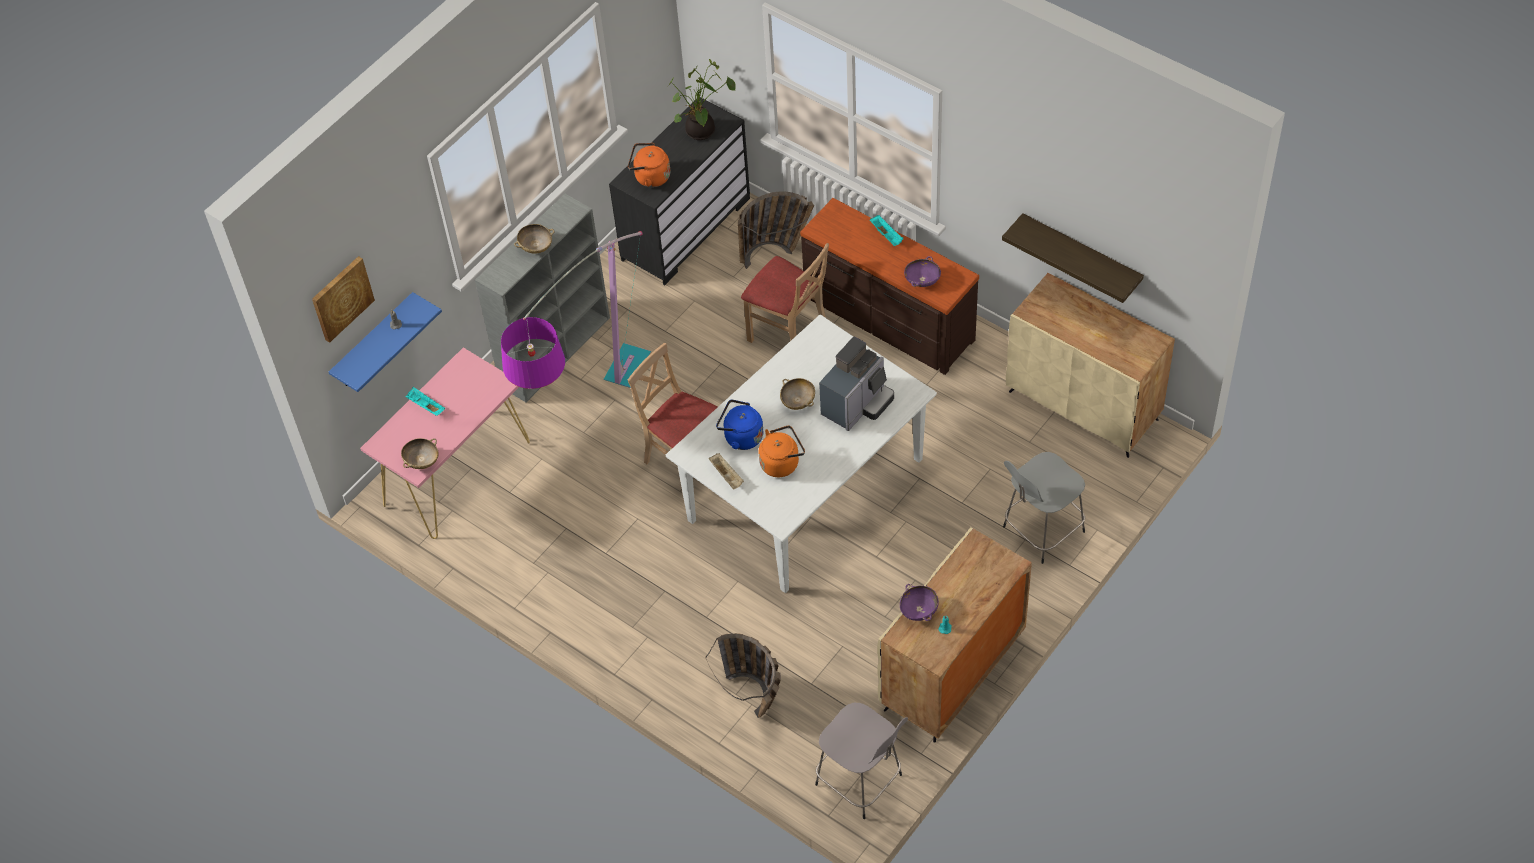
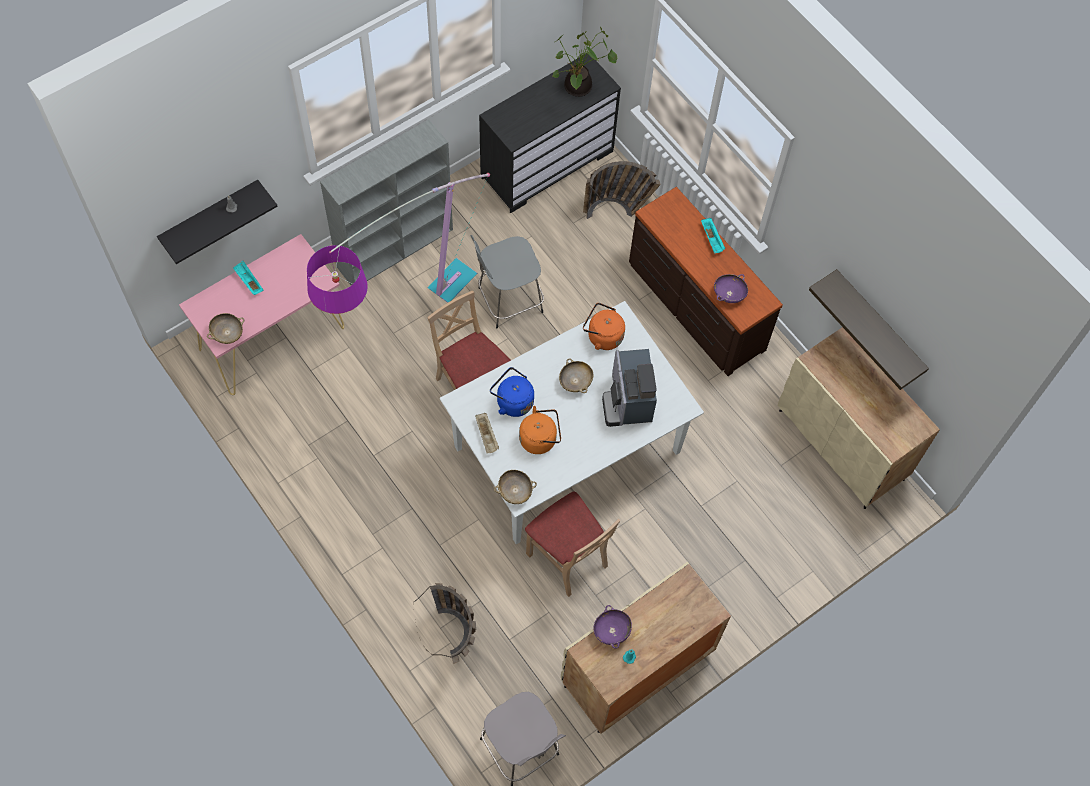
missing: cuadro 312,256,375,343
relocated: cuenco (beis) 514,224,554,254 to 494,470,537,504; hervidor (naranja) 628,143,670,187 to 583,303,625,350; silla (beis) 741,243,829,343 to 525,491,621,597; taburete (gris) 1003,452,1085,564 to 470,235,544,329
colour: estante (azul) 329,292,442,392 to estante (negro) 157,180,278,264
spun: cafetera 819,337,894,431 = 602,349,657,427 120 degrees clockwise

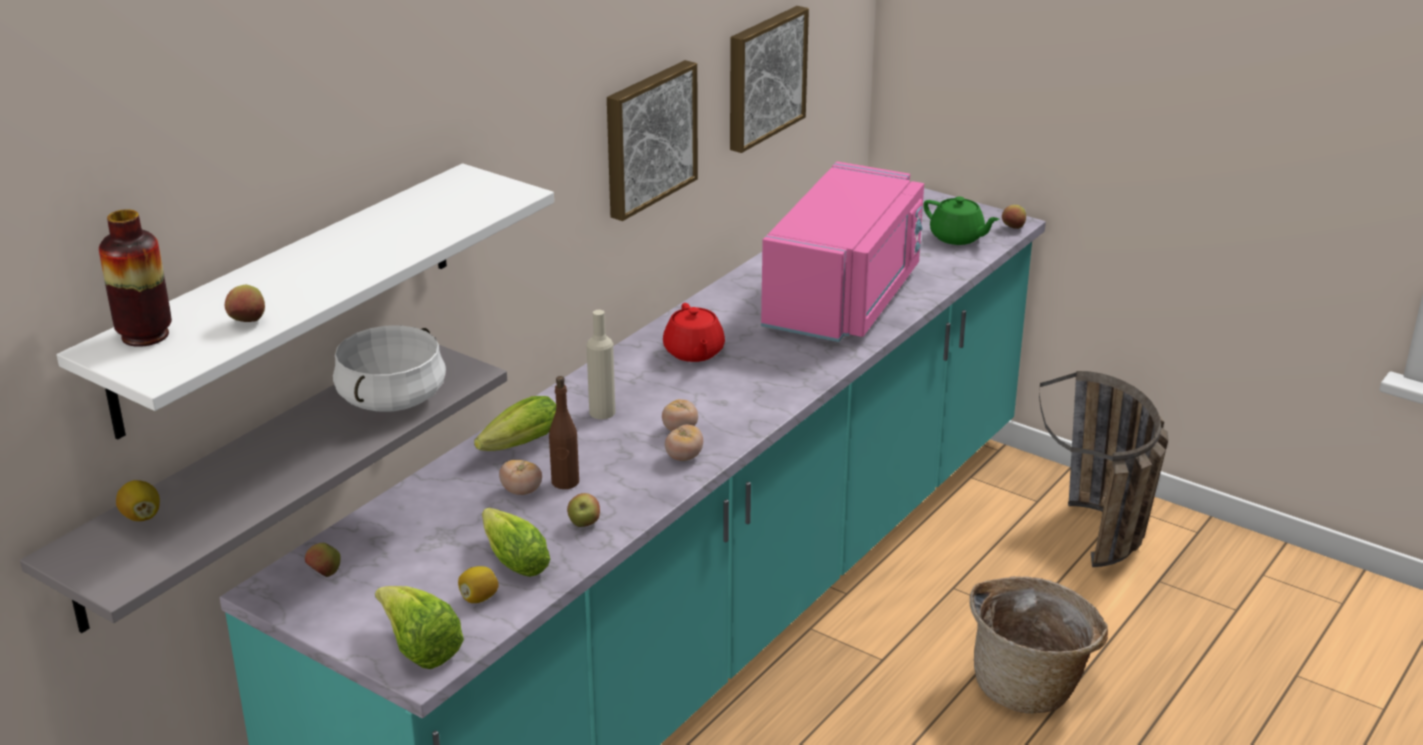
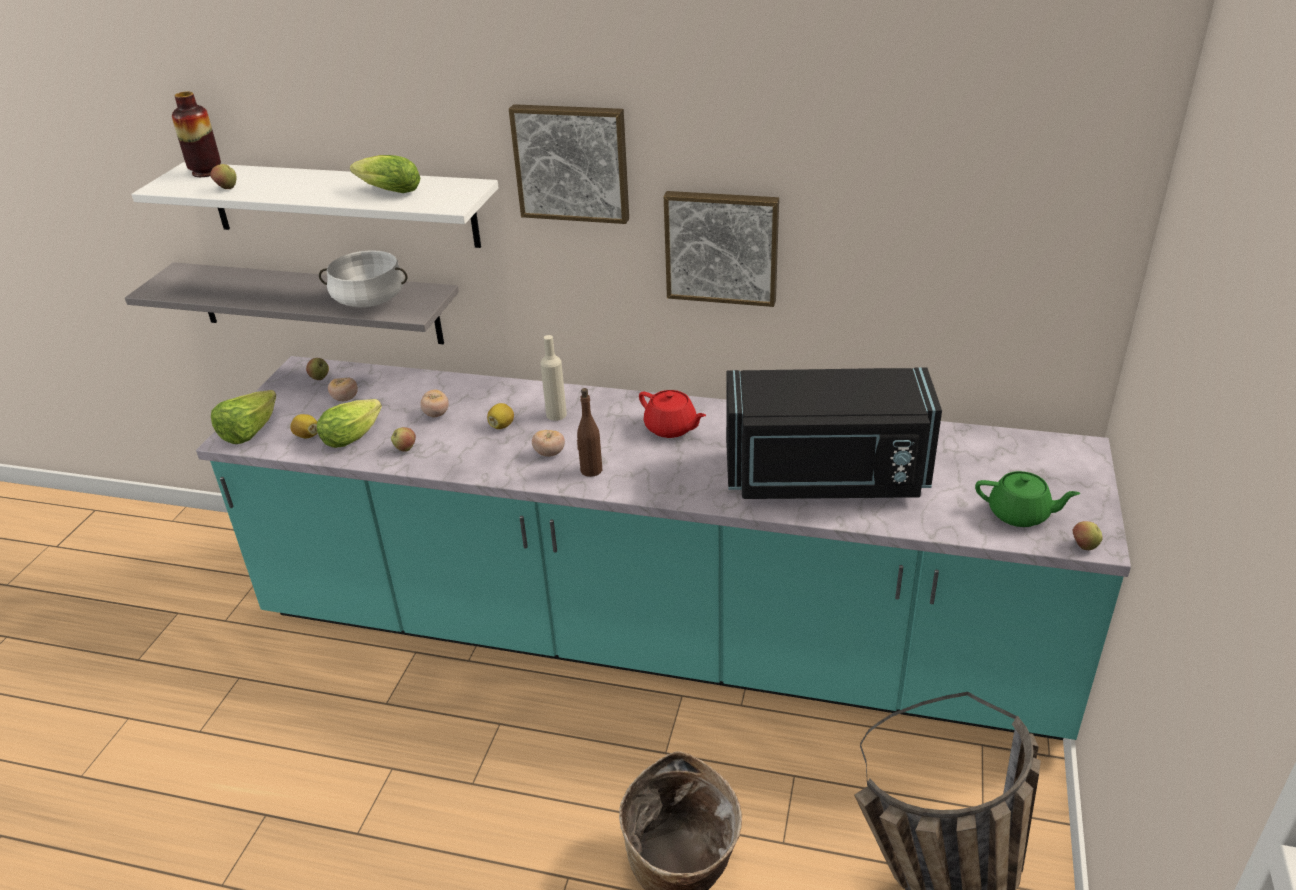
relocated: limón 116,480,160,521 to 487,403,514,429; lechuga 474,396,556,451 to 350,155,420,193; botella (marrón) 549,376,579,489 to 577,388,602,477; tomate 665,425,703,461 to 328,377,358,401; cuadro 730,6,809,153 to 509,104,629,224
colour: microondas (rosa) 761,161,924,342 to microondas (negro) 726,367,942,499
spun: tetera (rojo) 663,303,725,362 = 639,390,706,438 105 degrees counterclockwise; tetera (verde) 923,197,1000,245 = 975,471,1080,527 90 degrees counterclockwise

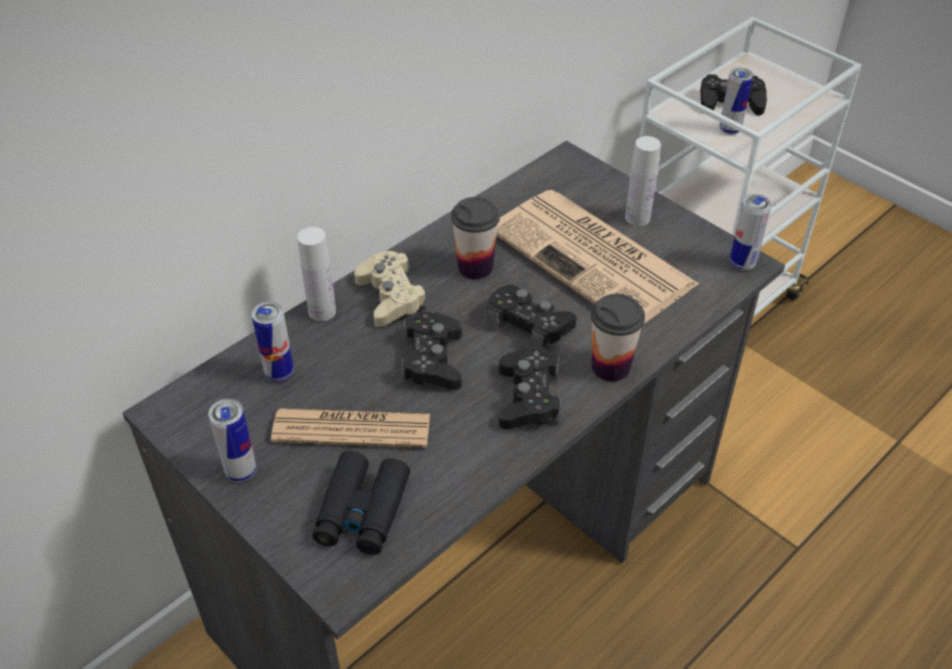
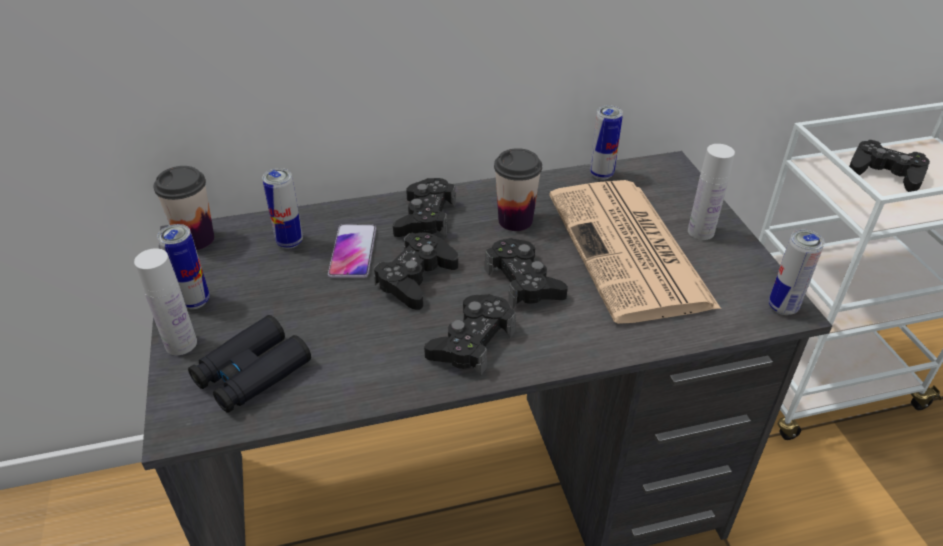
missing: periódico 271,408,430,448
appeared: móvil 328,224,376,278
relocated: botella (blanco) 297,227,336,321 to 134,248,197,355; taza 591,294,645,382 to 154,166,214,250; lata 719,68,753,135 to 590,105,623,180
colour: mando de consola (beis) 354,251,427,327 to mando de consola (negro) 393,178,456,238

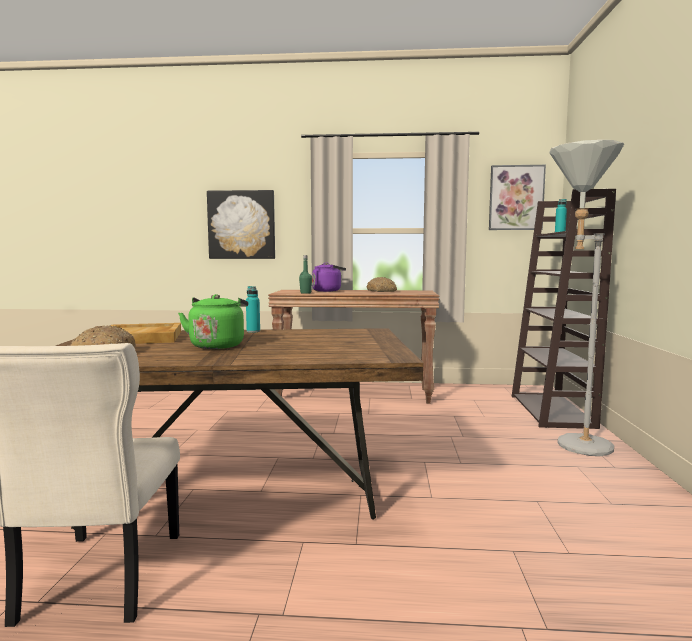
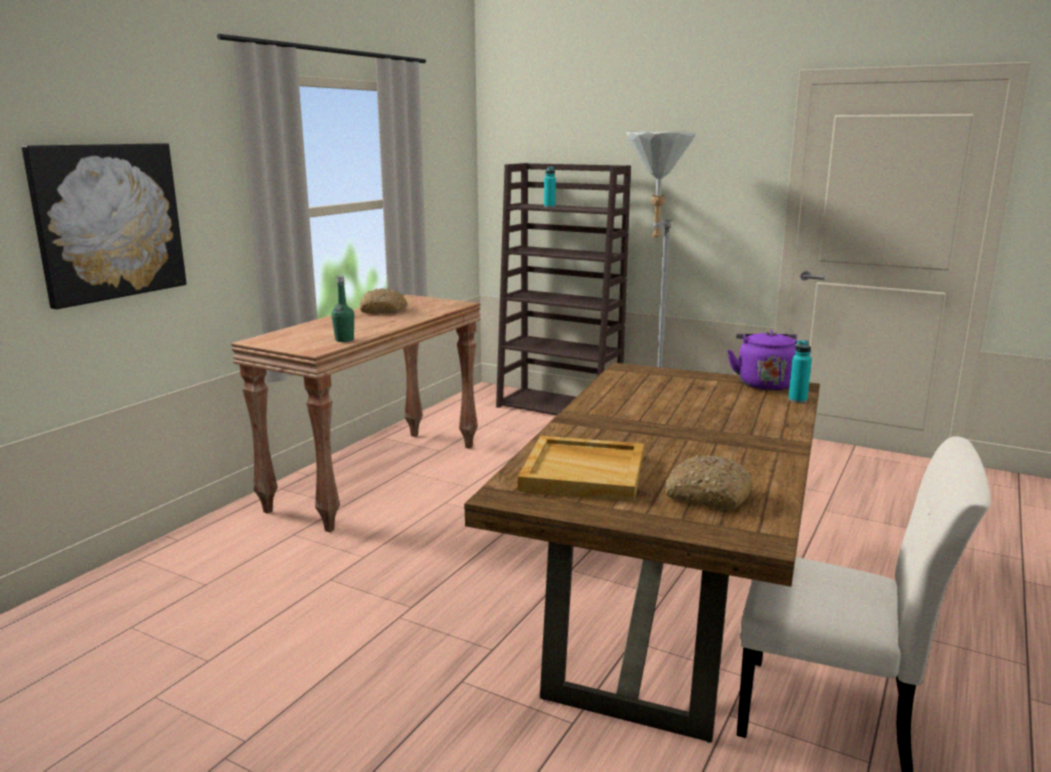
missing: hervidor (verde) 178,294,248,349; cuadro 489,165,546,230
relocated: botella (turquesa) 246,286,260,333 to 788,340,812,403; hervidor (morado) 312,262,346,292 to 727,331,797,391

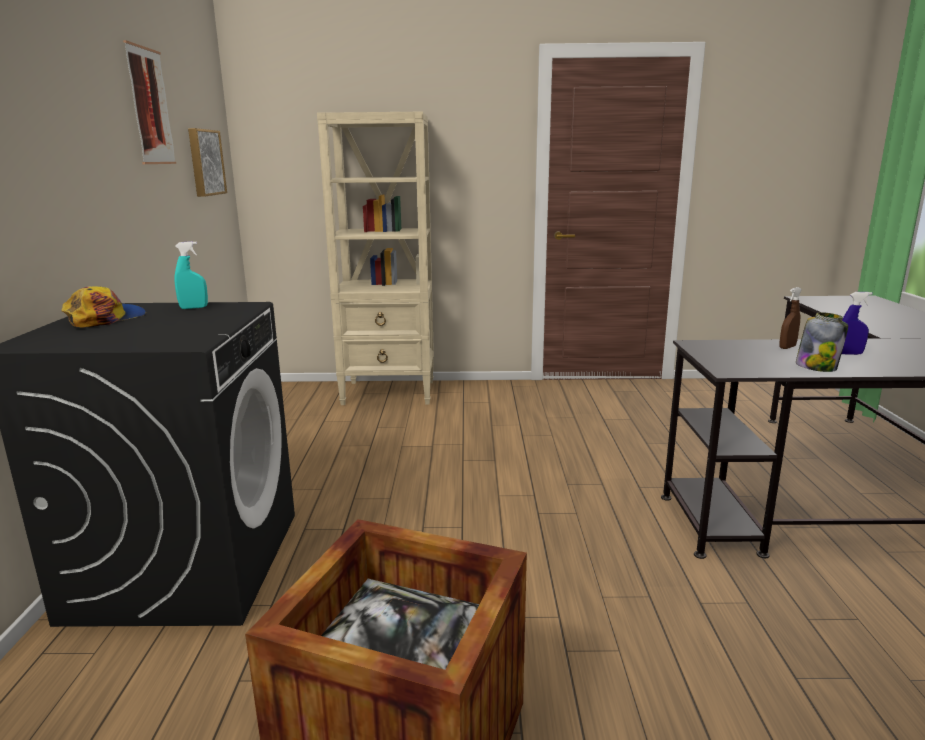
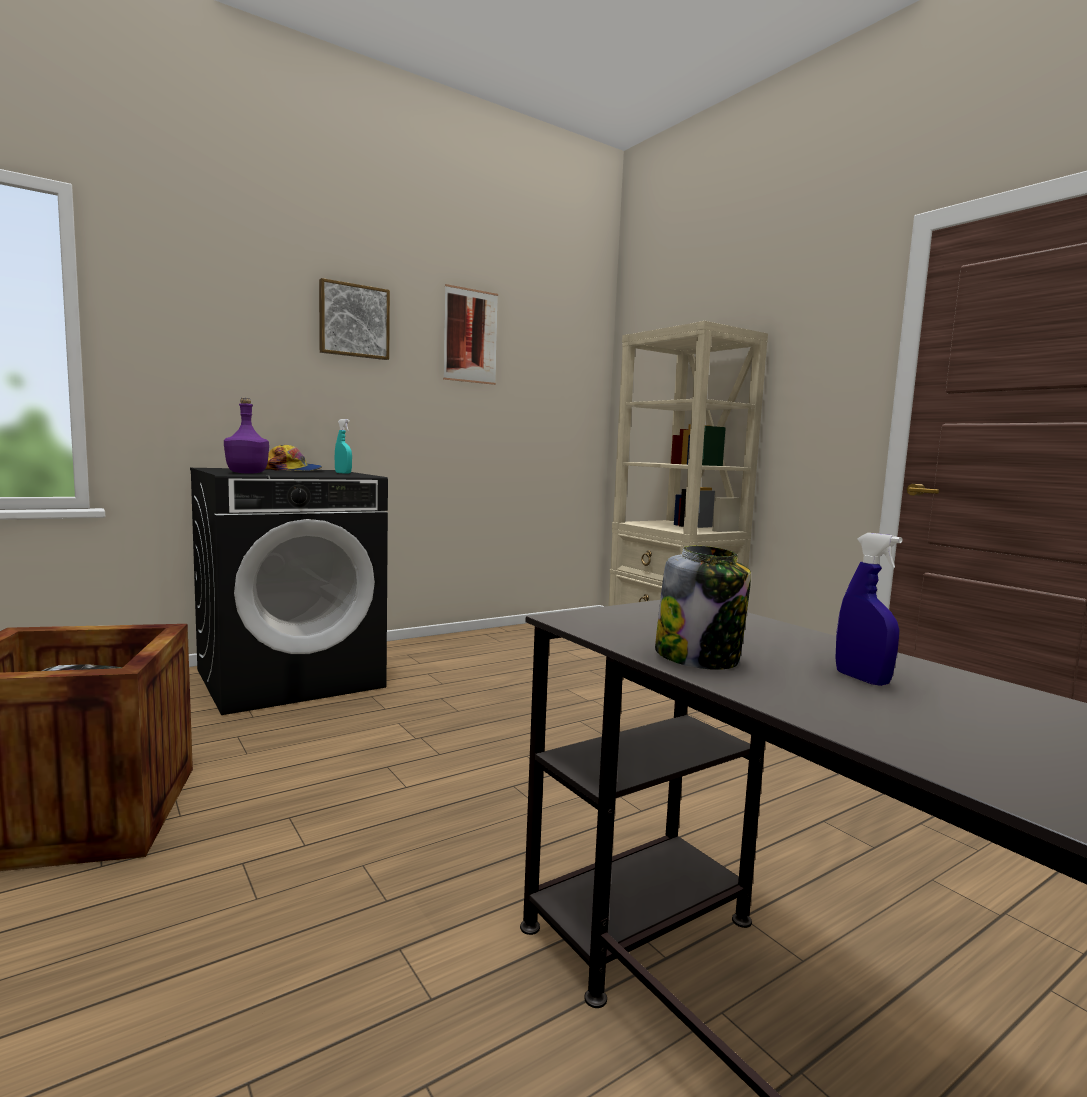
missing: pulverizador (marrón) 779,287,802,349
appeared: botella (morado) 224,398,269,474
relocated: cuadro 188,128,227,197 to 319,278,390,360

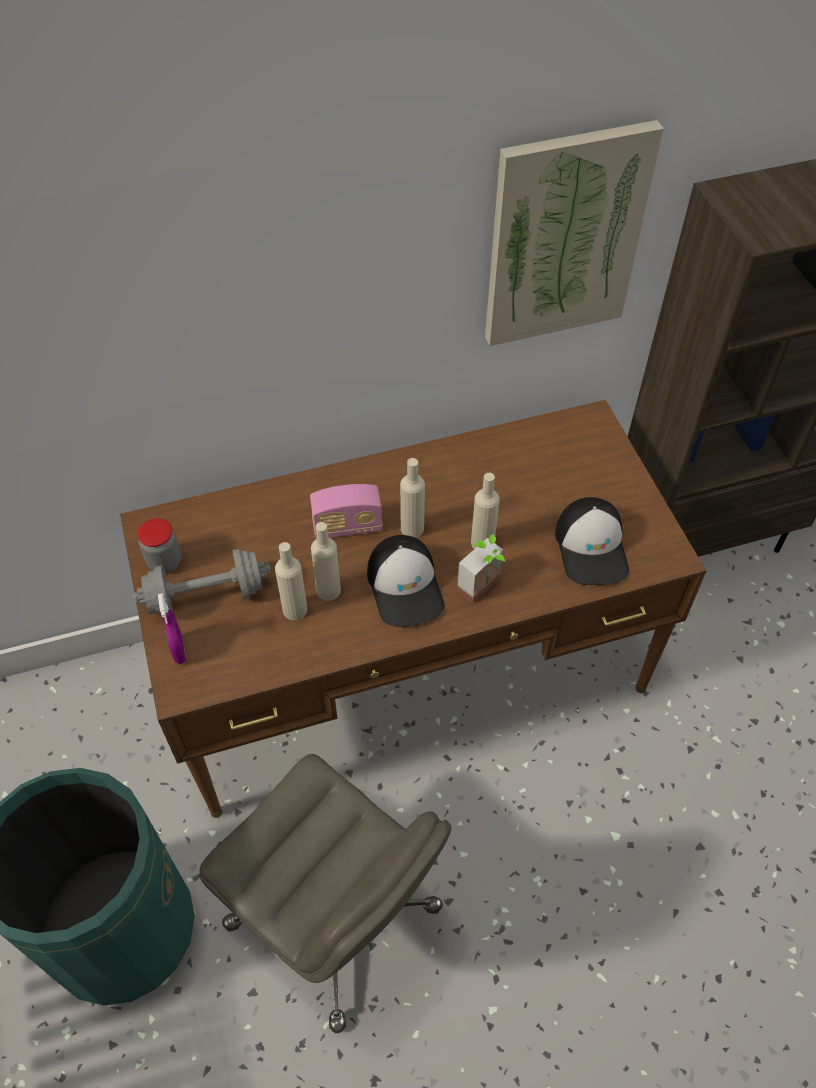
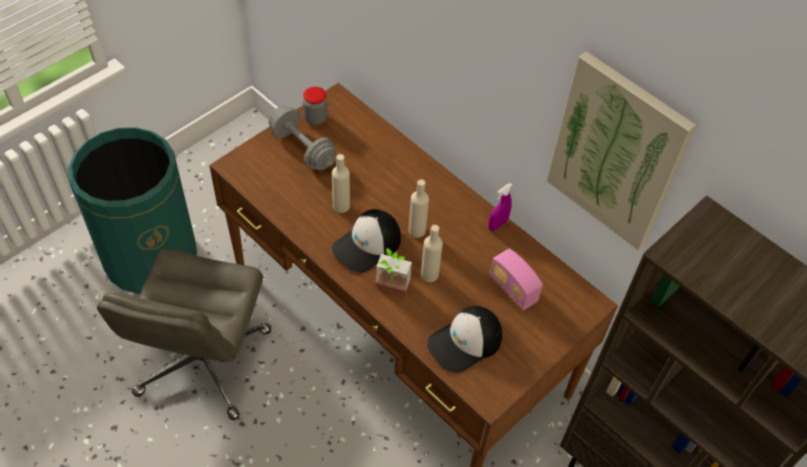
missing: botella (beis) 275,542,307,620
relocated: pulverizador (morado) 158,593,186,664 to 488,183,512,231; radio 310,484,383,539 to 490,249,543,311

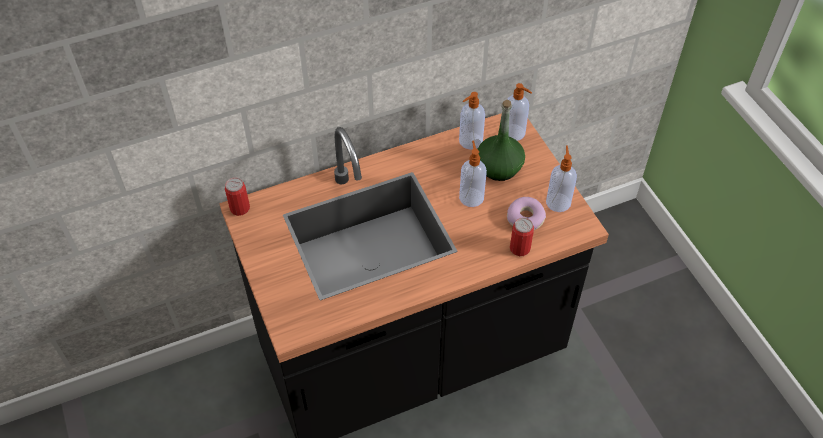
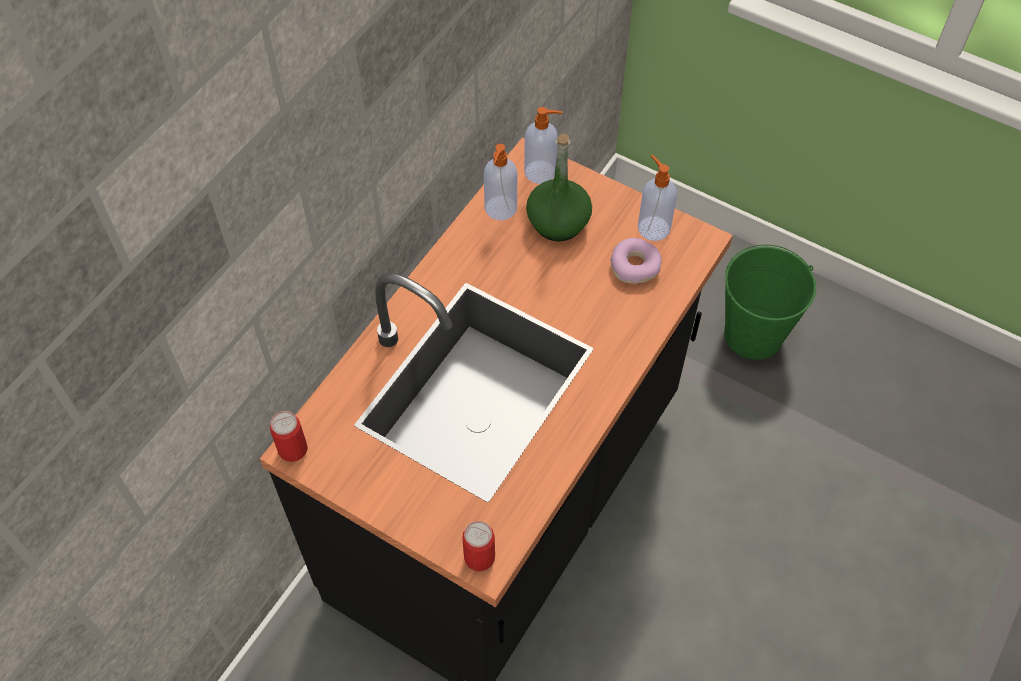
missing: dispensador de jabón 459,140,487,207
appeared: cubo (verde) 724,244,816,360
relocated: lata 510,218,534,256 to 462,521,495,571

